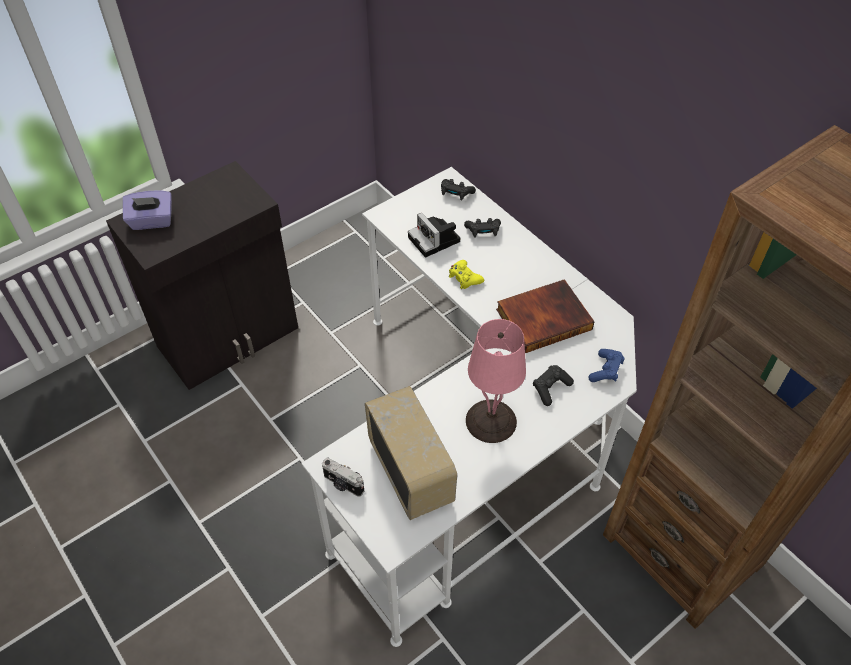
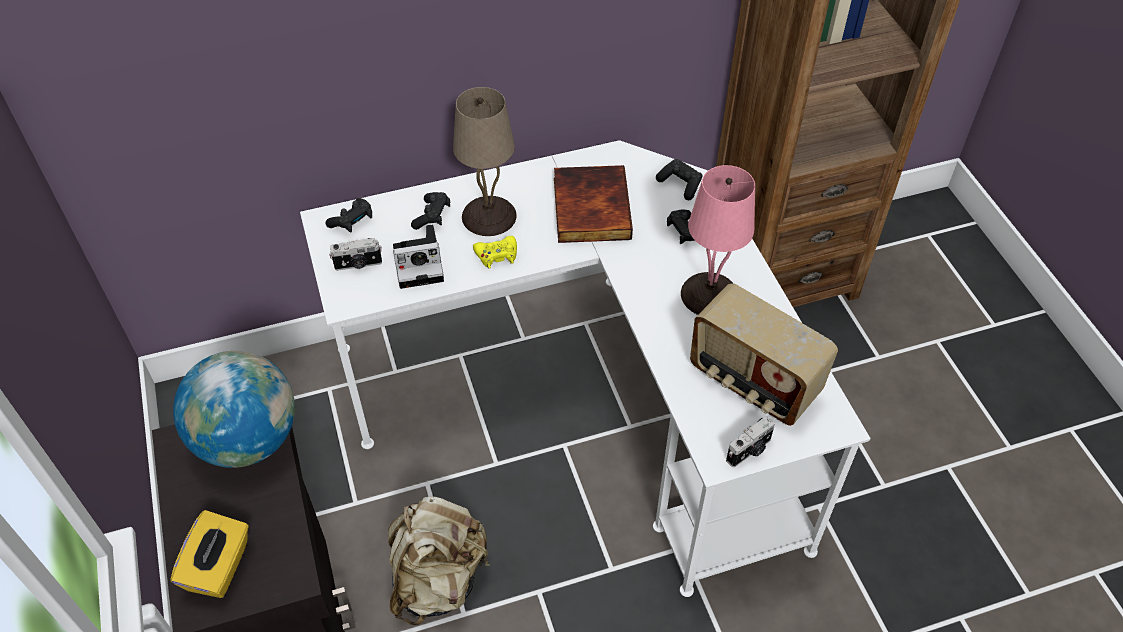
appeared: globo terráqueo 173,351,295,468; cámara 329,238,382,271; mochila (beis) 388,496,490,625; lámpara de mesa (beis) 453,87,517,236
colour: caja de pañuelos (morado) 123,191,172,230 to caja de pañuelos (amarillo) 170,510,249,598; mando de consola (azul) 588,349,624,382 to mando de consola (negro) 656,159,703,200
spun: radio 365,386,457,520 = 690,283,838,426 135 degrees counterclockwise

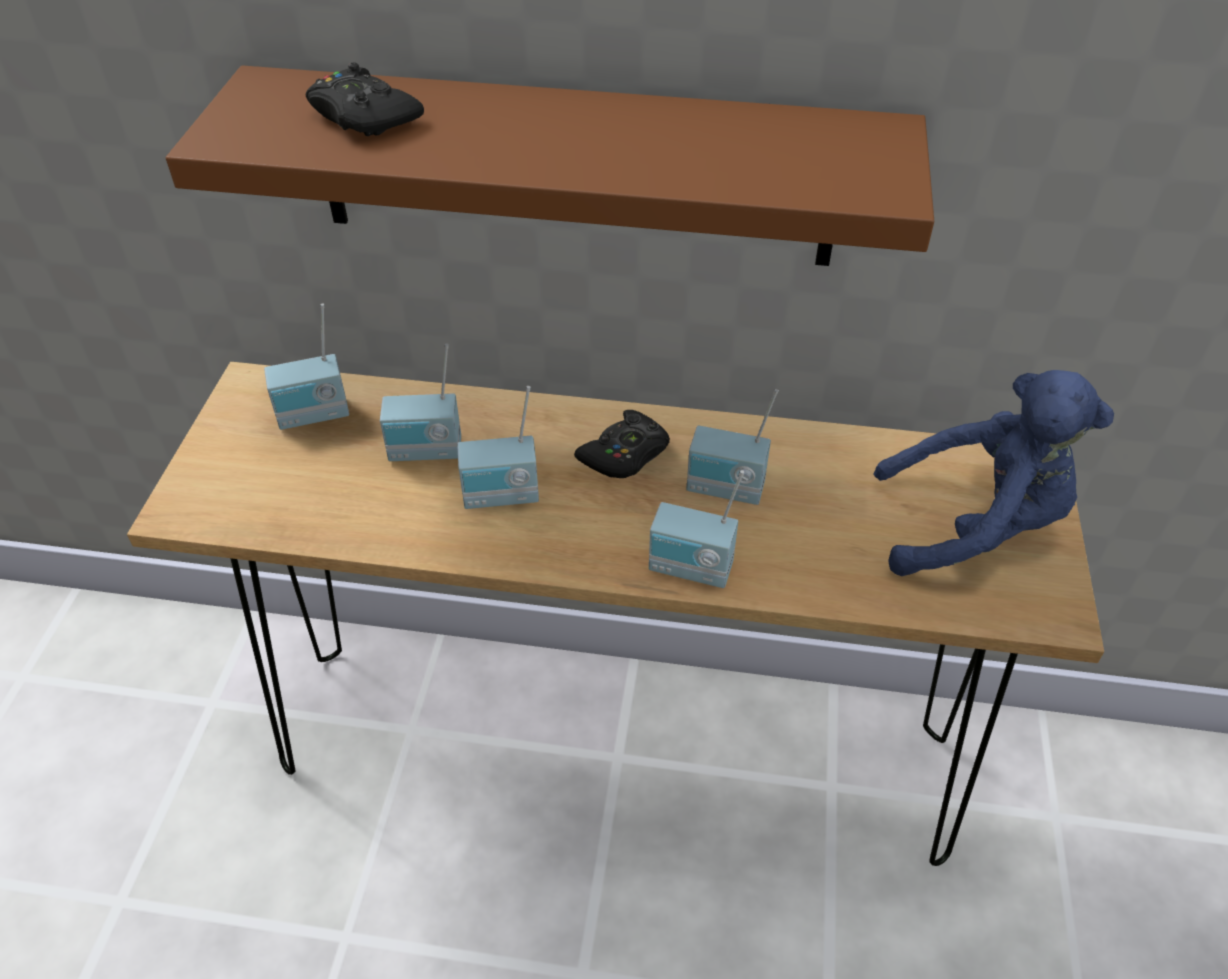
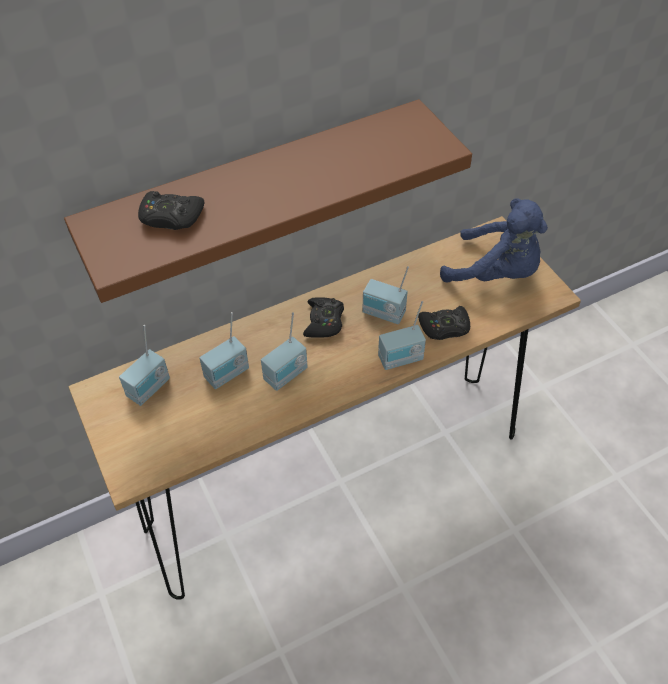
appeared: mando de consola (negro) 418,306,470,340
spun: radio 686,389,778,505 = 362,266,409,324 45 degrees clockwise; peluche (azul) 873,370,1114,576 = 440,198,548,282 60 degrees clockwise

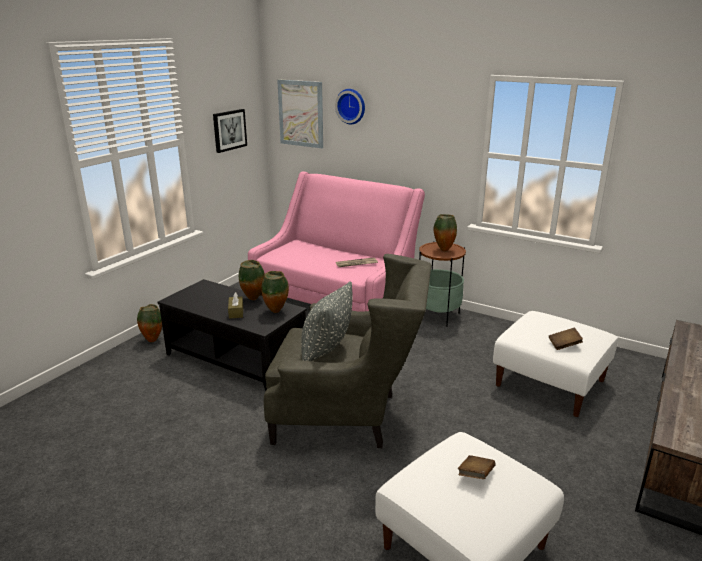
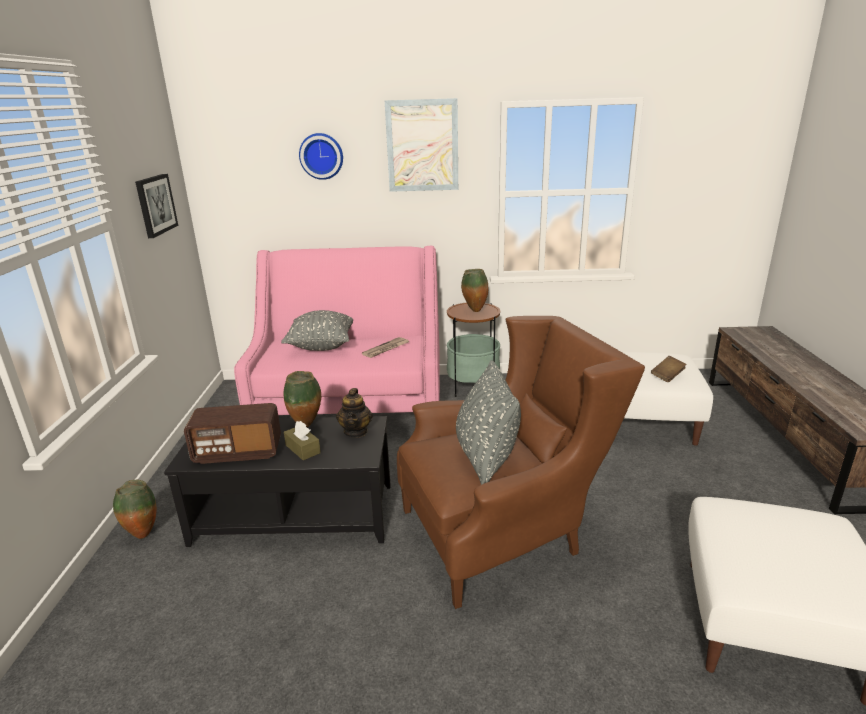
missing: libro (marrón) 458,455,496,479
appeared: radio 184,403,281,464; cojín (gris) 281,310,353,351
relocated: cuadro 277,79,323,148 to 385,98,458,192
exchanged: florero 261,271,289,313 to tetera 336,388,373,438
colour: sillón (gris) 264,254,431,449 to sillón (marrón) 397,316,645,609

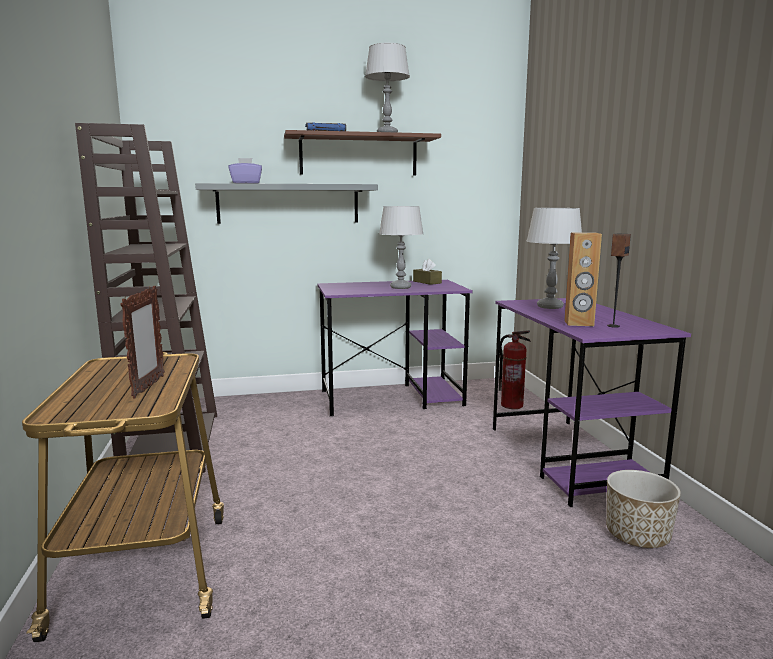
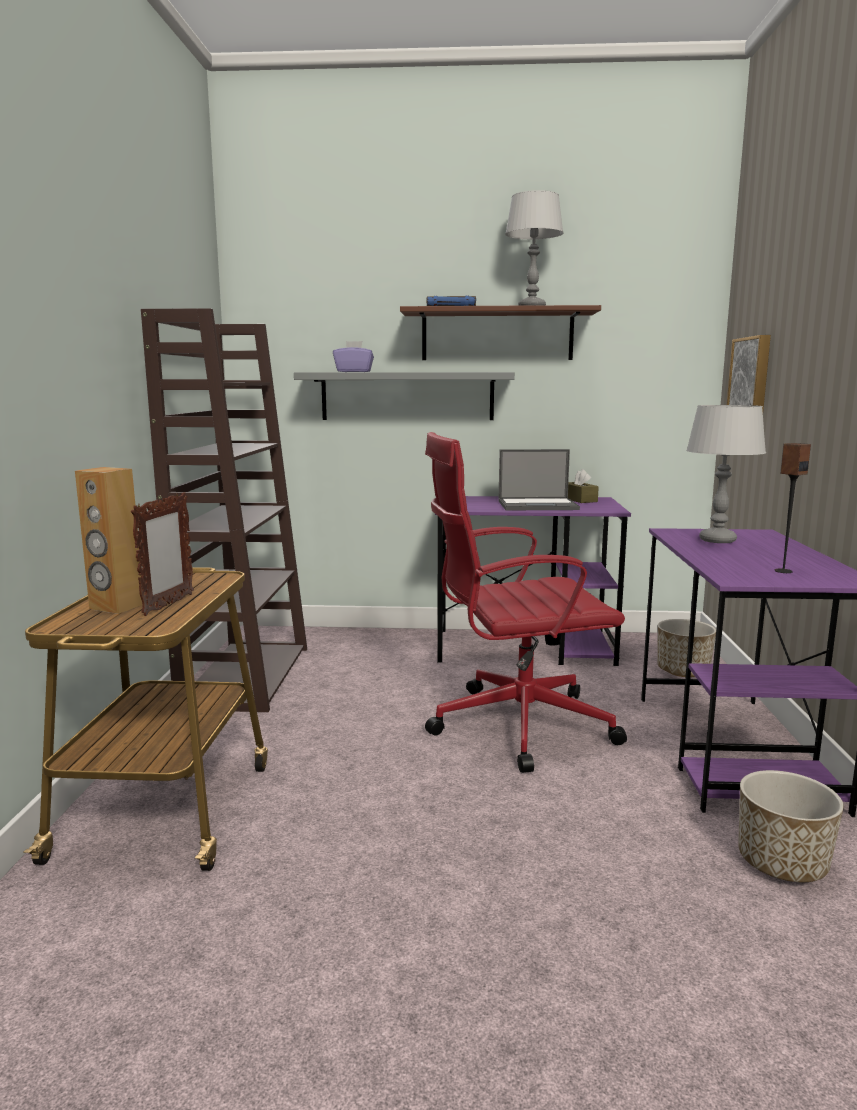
appeared: silla de oficina (rojo) 425,432,627,773; cuadro 727,335,771,410
relocated: altavoz (marrón) 564,232,602,326 to 75,467,142,614
exchanged: lámpara de mesa (gris) 379,206,424,289 to portátil 498,449,580,510; extintor 499,330,531,409 to maceta 658,619,716,677

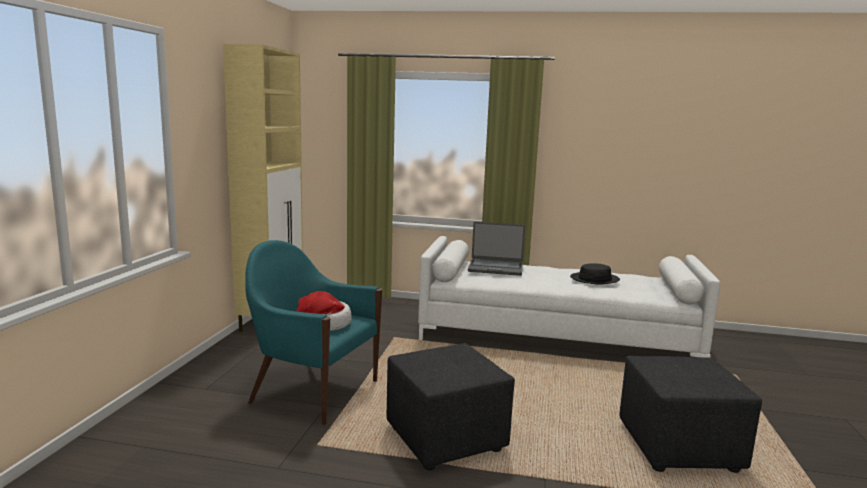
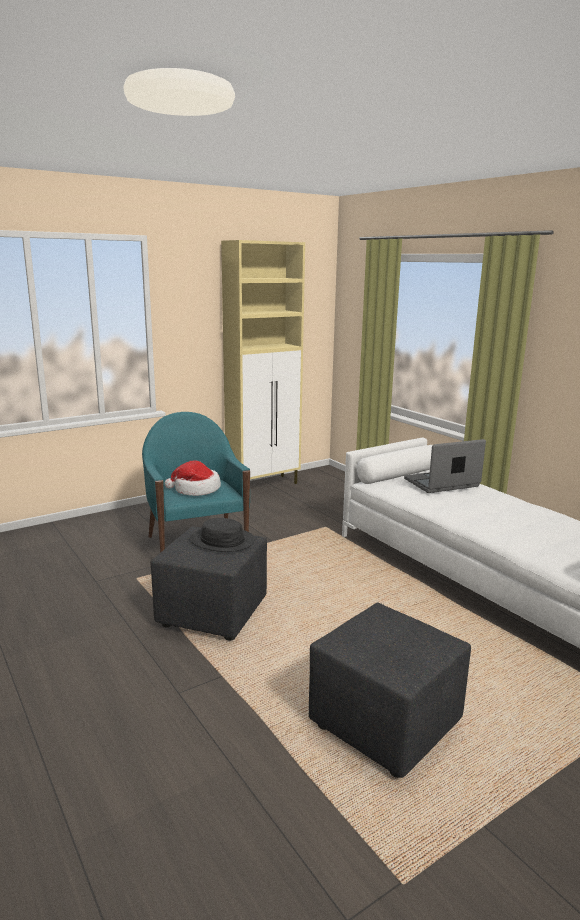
relocated: sombrero (negro) 570,264,620,285 to 190,518,255,552
spun: portátil 468,222,525,276 = 404,439,486,493 105 degrees clockwise

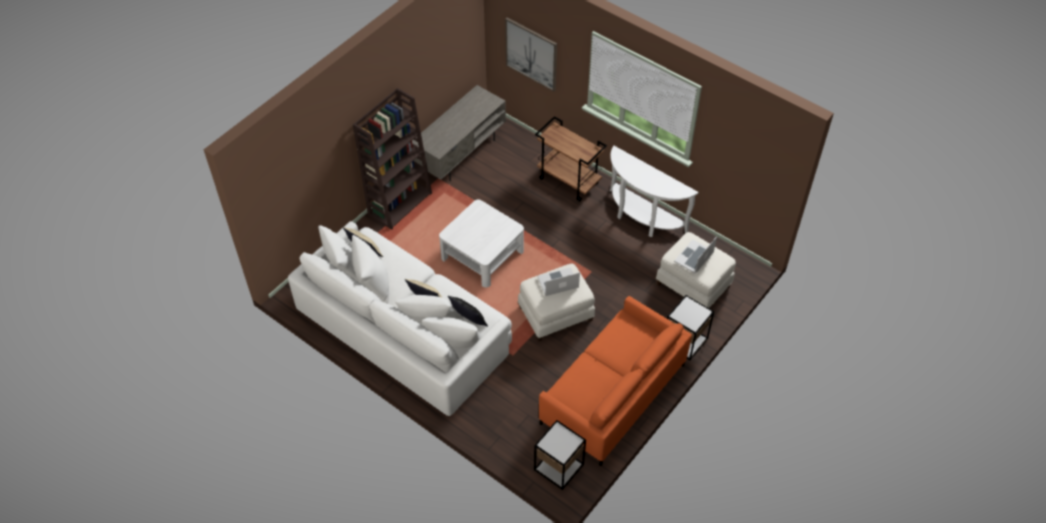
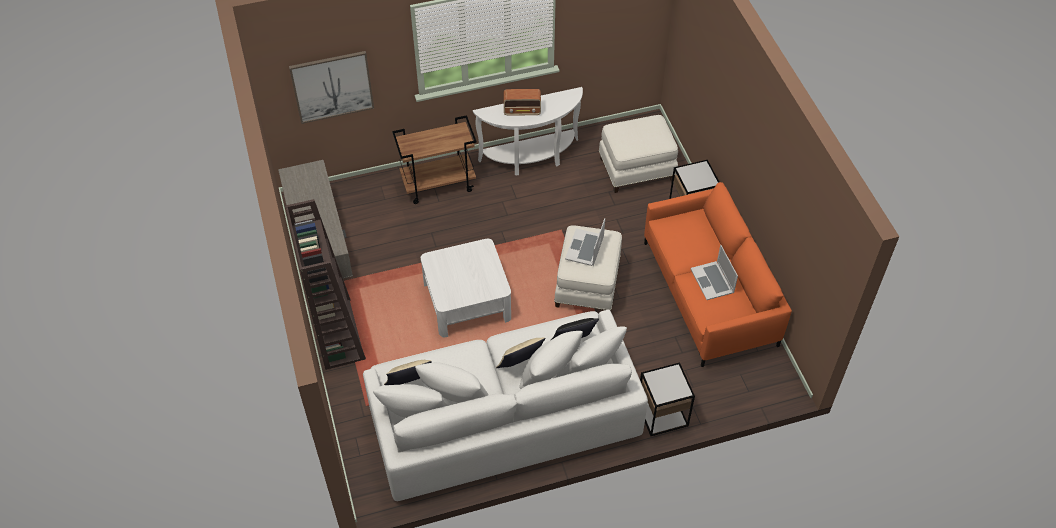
appeared: radio 504,89,541,115
relocated: mesa auxiliar 534,420,586,490 to 640,362,695,436; portátil 674,237,717,274 to 691,245,738,300

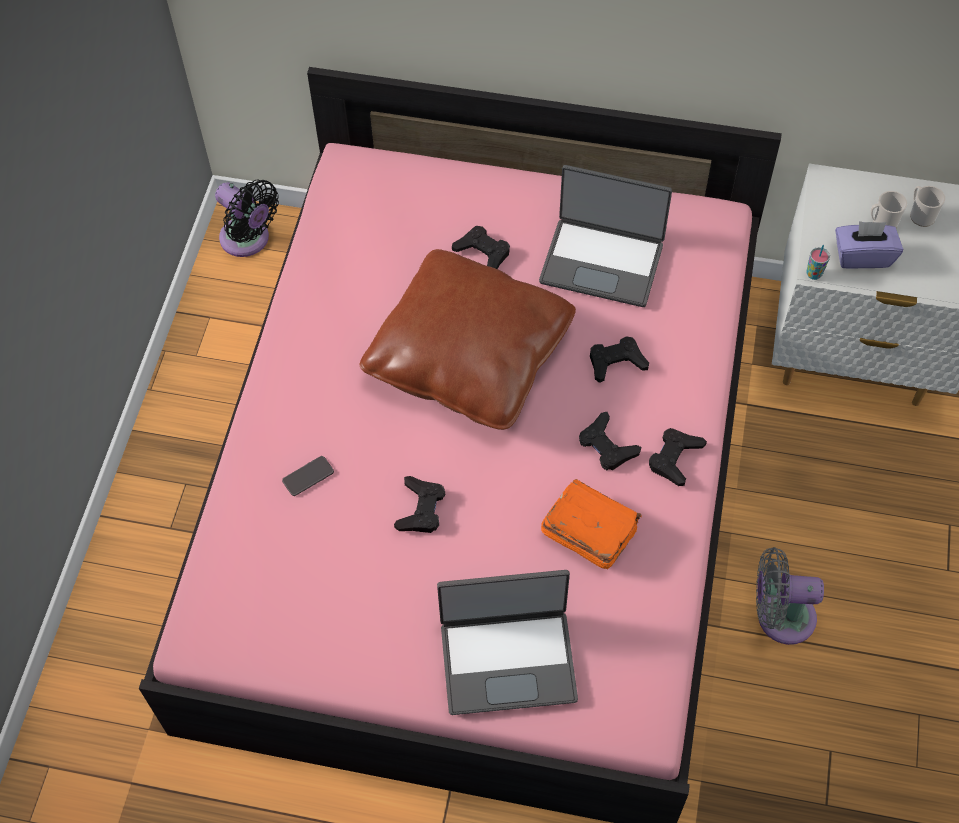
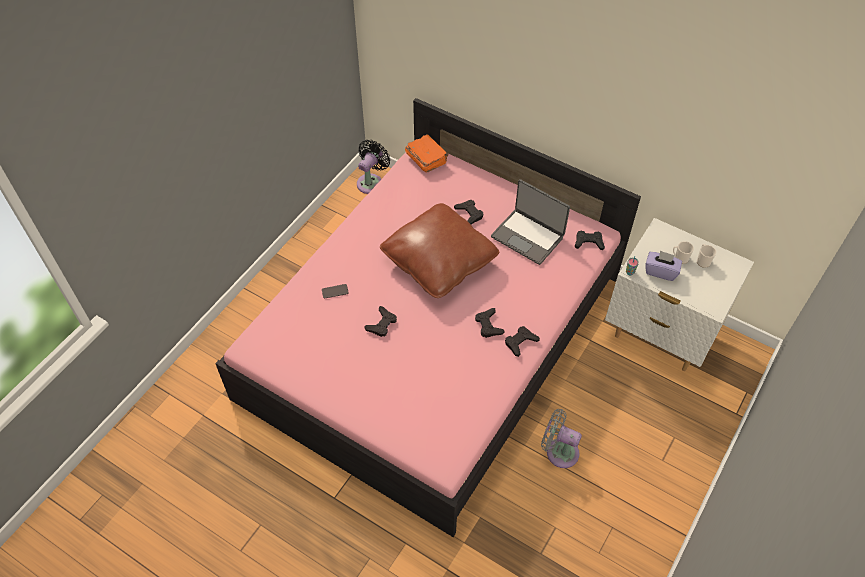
missing: portátil 437,570,578,715
relocated: libro (naranja) 541,479,641,569 to 405,135,449,172; mando de consola (negro) 590,336,649,383 to 575,231,605,250
spun: ventilador (negro) 215,180,279,257 = 357,140,390,194 120 degrees counterclockwise

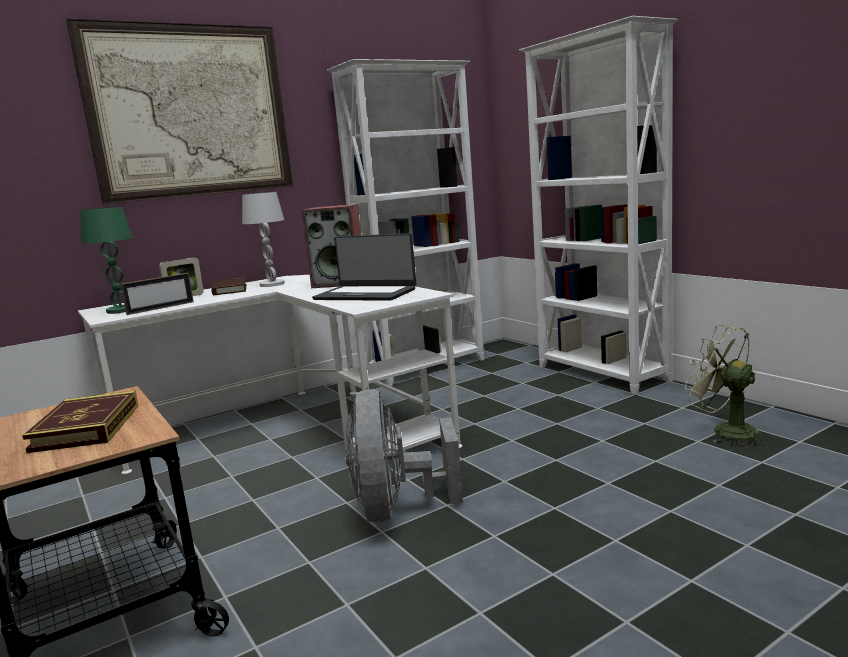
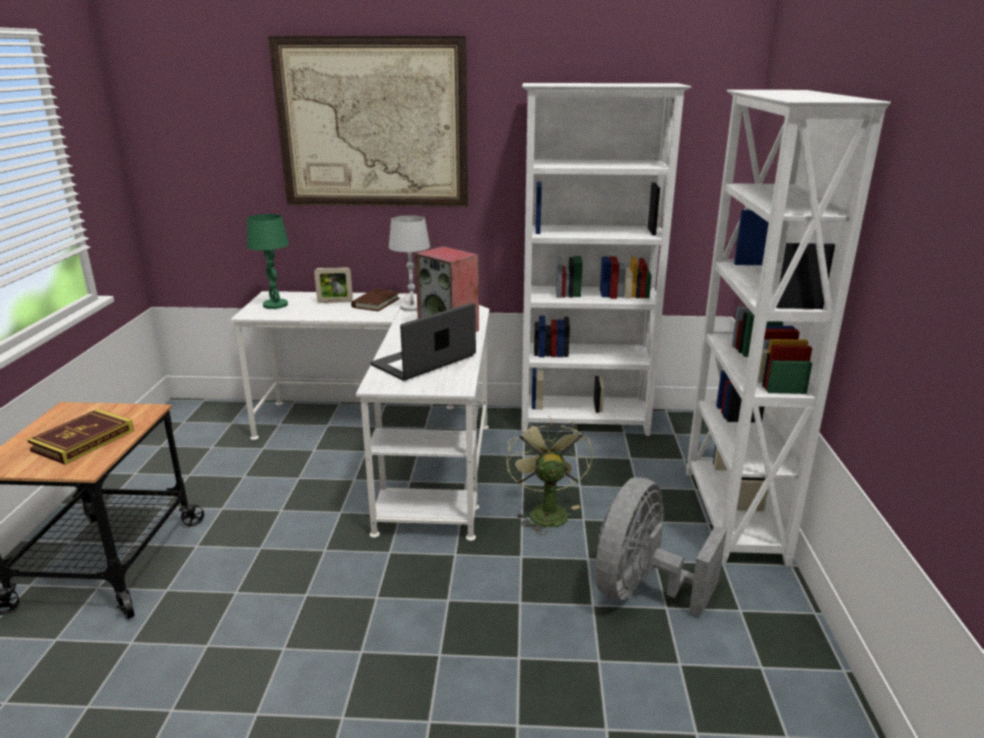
missing: portarretratos 121,273,194,315
relocated: ventilador (gris) 345,389,463,522 to 595,477,727,616; ventilador (verde) 685,325,765,446 to 506,416,593,535
spun: portátil 312,233,417,301 = 370,303,476,381 75 degrees clockwise

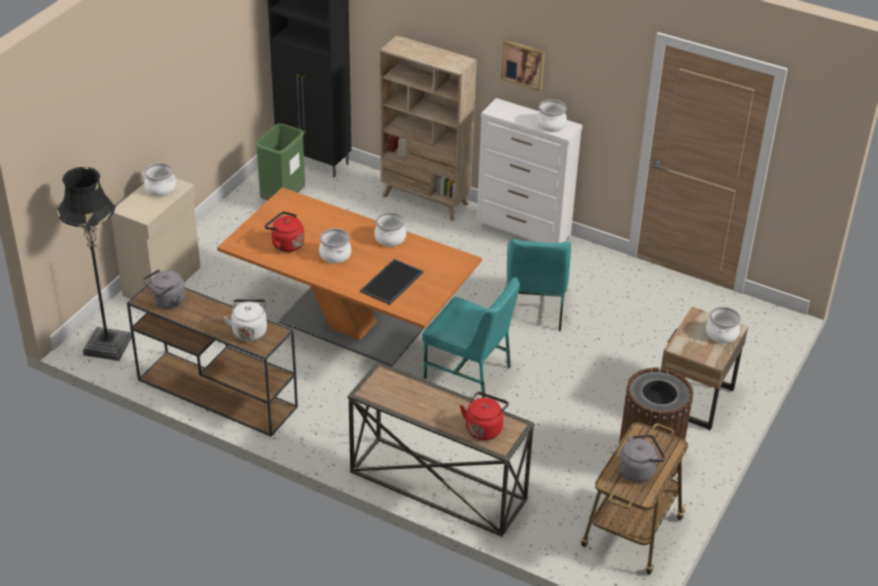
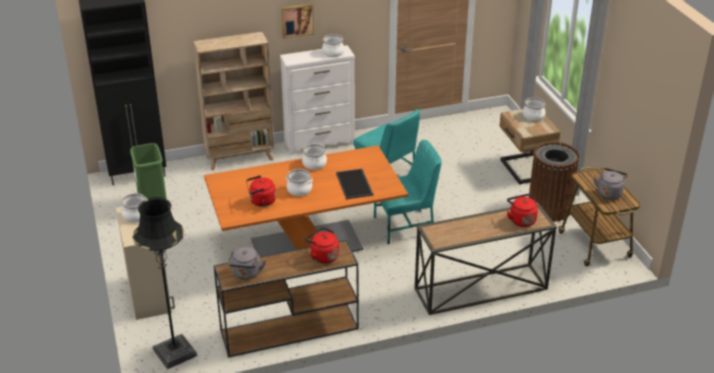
colour: hervidor (blanco) 223,299,267,341 to hervidor (rojo) 305,228,339,264

